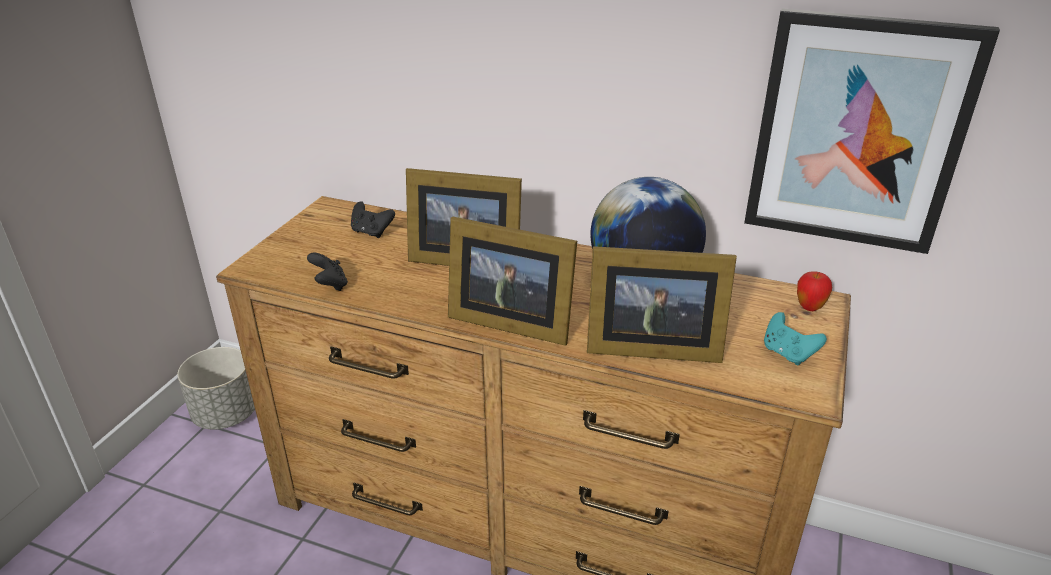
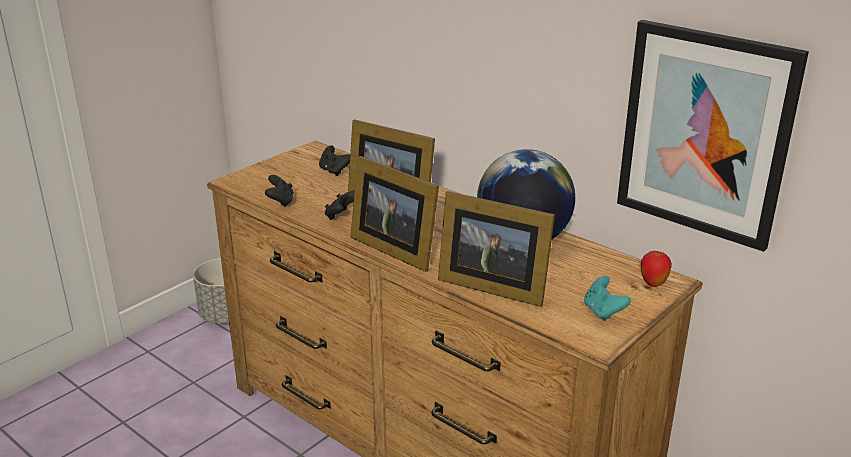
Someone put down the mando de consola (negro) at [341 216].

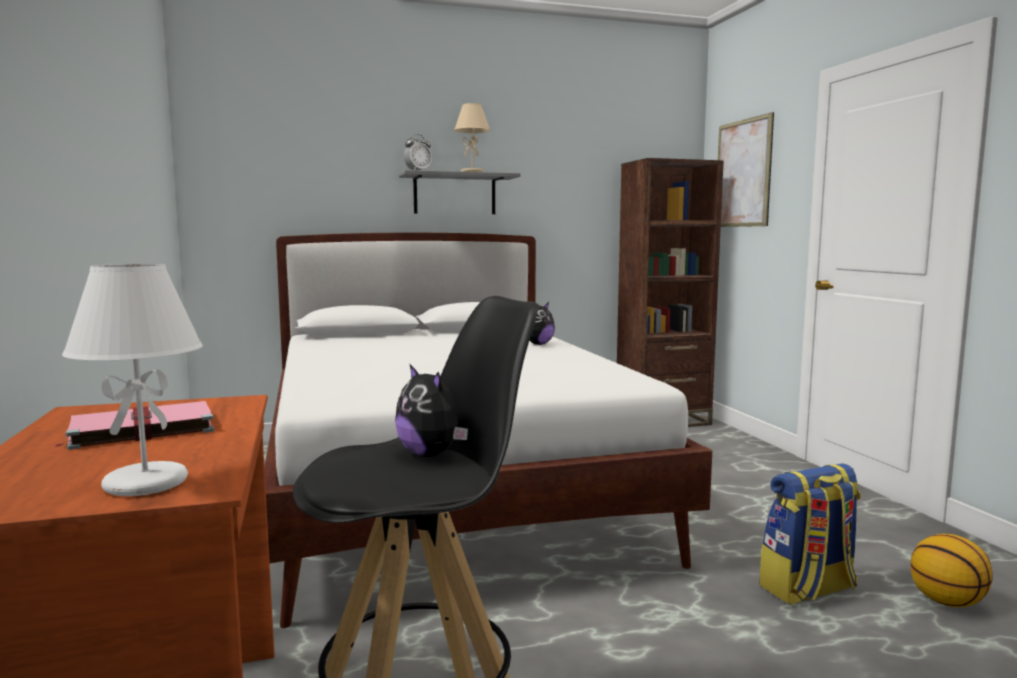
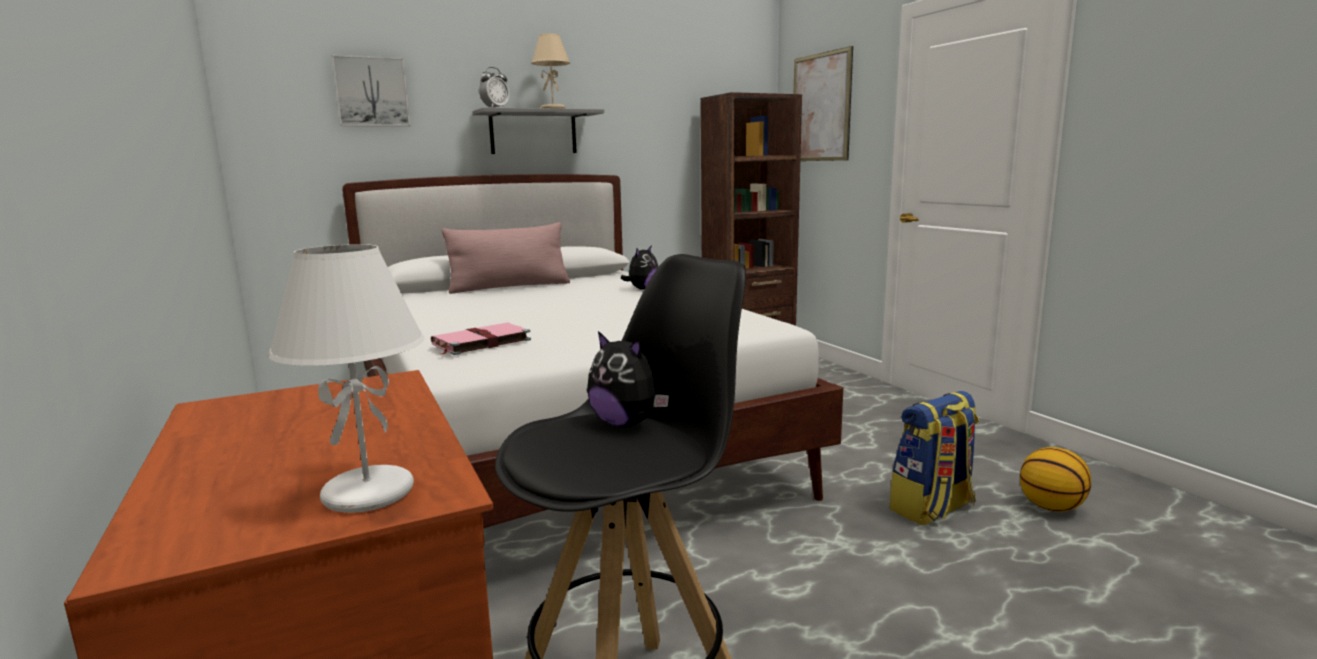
Someone put up the cuadro at [371 92]. Someone carried the libro (rosa) from [139 430] to [480 342]. Someone put down the cojín (rosa) at [509 287].

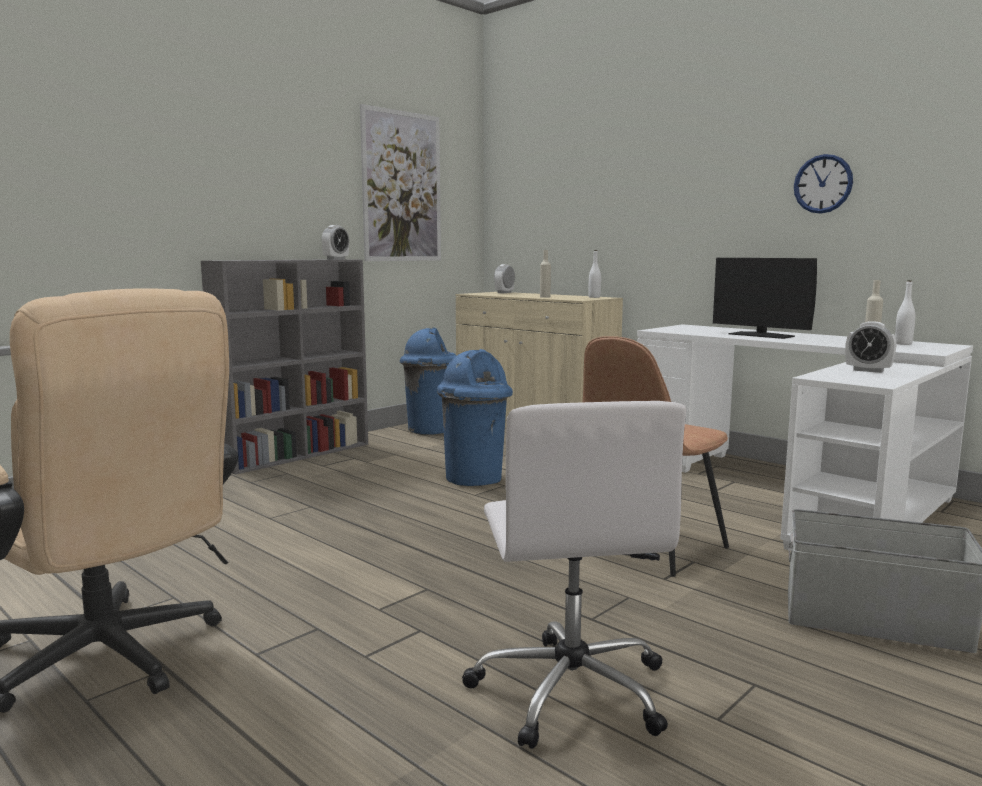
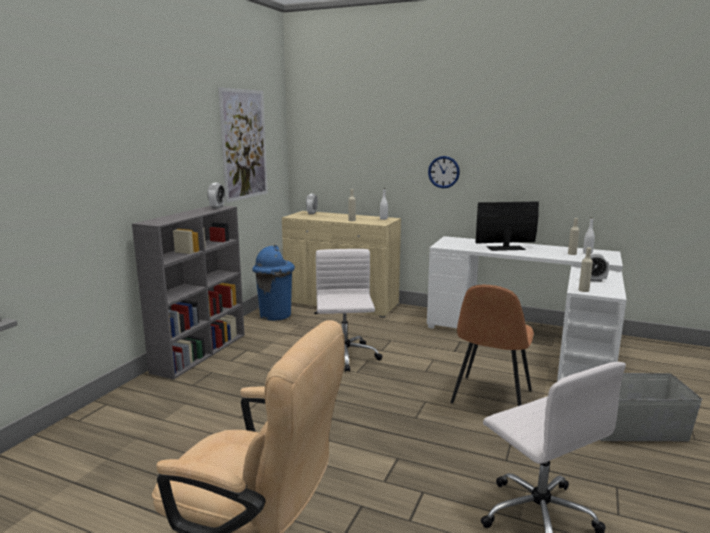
Someone swapped the papelera (azul) at [475 478] for the silla de oficina (blanco) at [344 357]. Someone carried the reloj de pared from [823 184] to [443 172]. Someone rotated the monitor at [761 335] by 150 degrees clockwise. Someone put down the botella (beis) at [583 290].

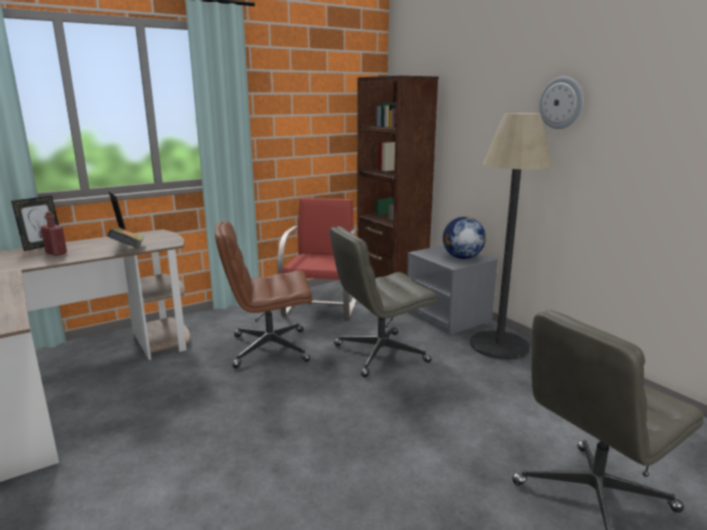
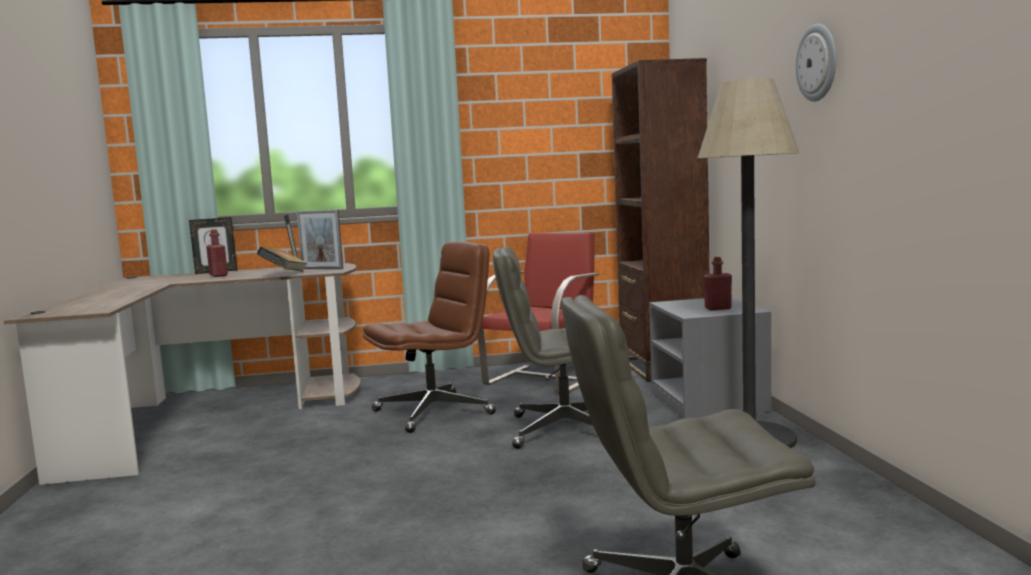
Someone put down the portarretratos at [322 269]. Someone rotated the silla de oficina (marrón) at [269 348] by 135 degrees clockwise. Someone swapped the globo terráqueo at [462 258] for the botella (rojo) at [718 308].

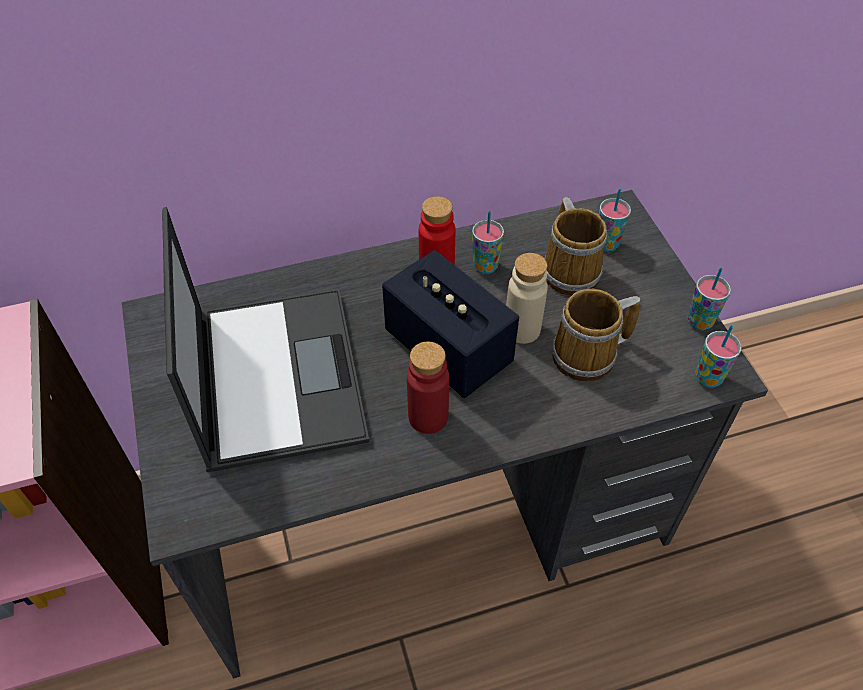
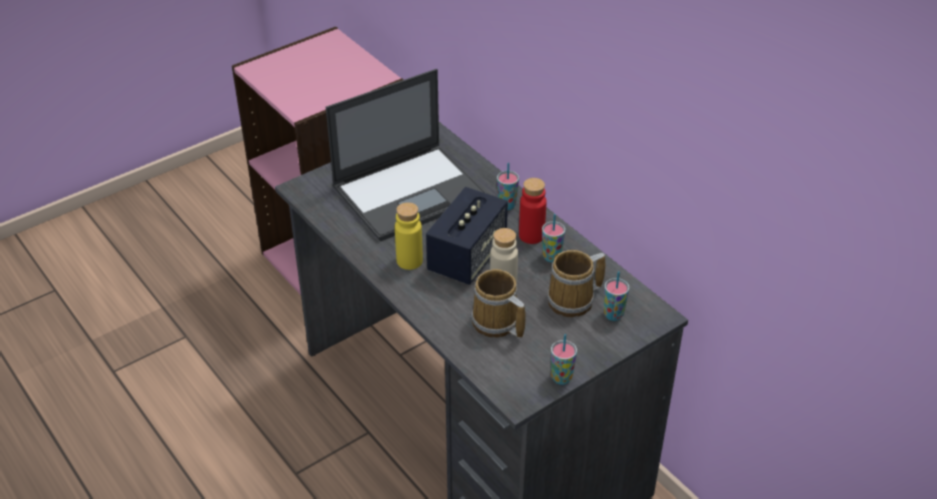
Someone repainted the botella (rojo) at [428 417], which became the botella (amarillo) at [409 261]. Someone carried the taza from [708 378] to [507 205].

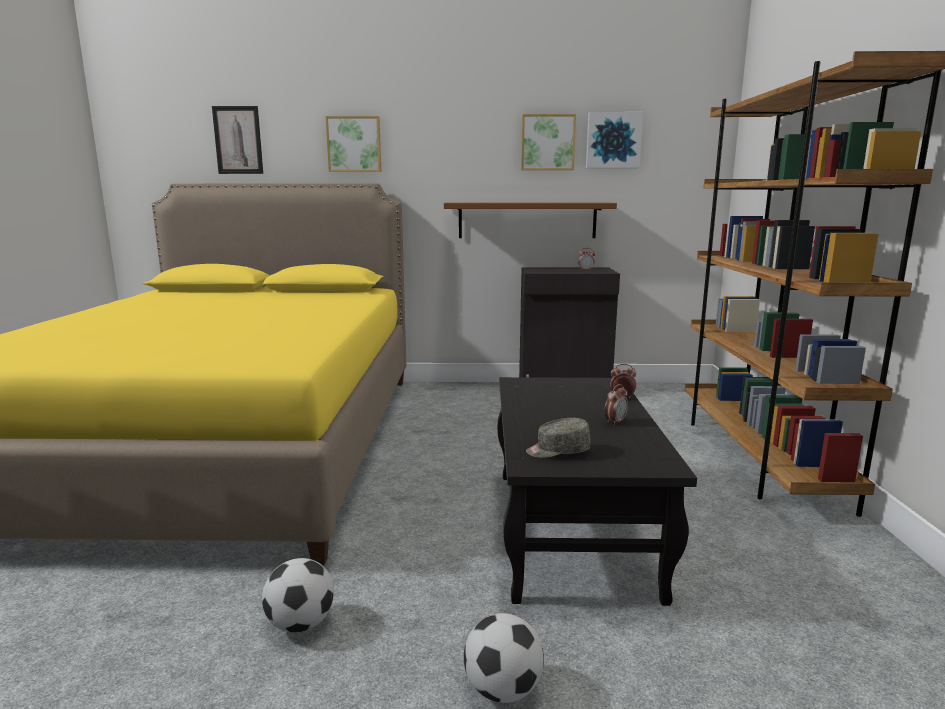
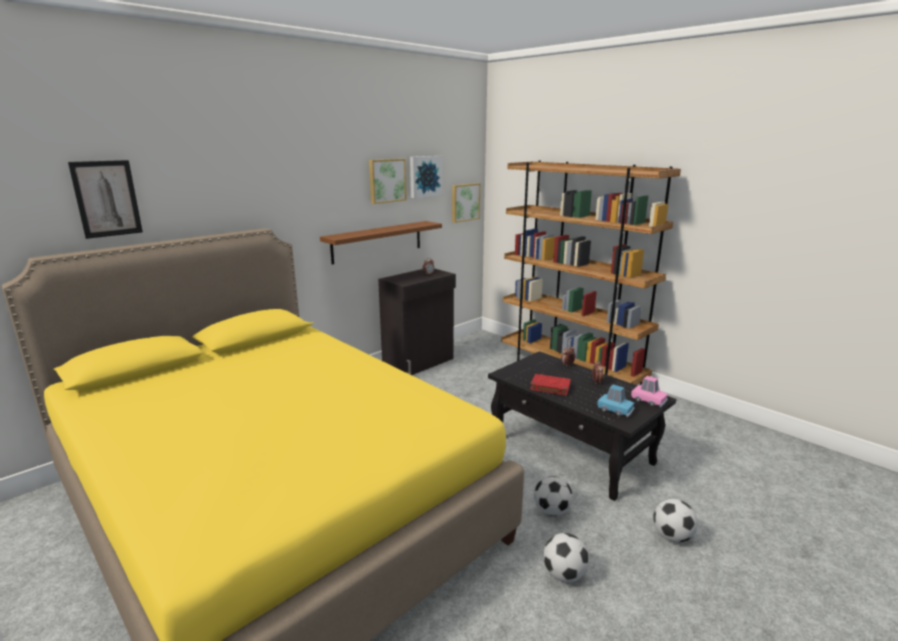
Someone carried the cuadro from [354 144] to [464 202]. Someone put down the libro (rojo) at [549 387]. Someone put down the balón de fútbol at [552 511]. Someone swapped the gorra (gris) at [557 451] for the coche de juguete (azul) at [615 410]. Someone put down the coche de juguete (rosa) at [648 400].

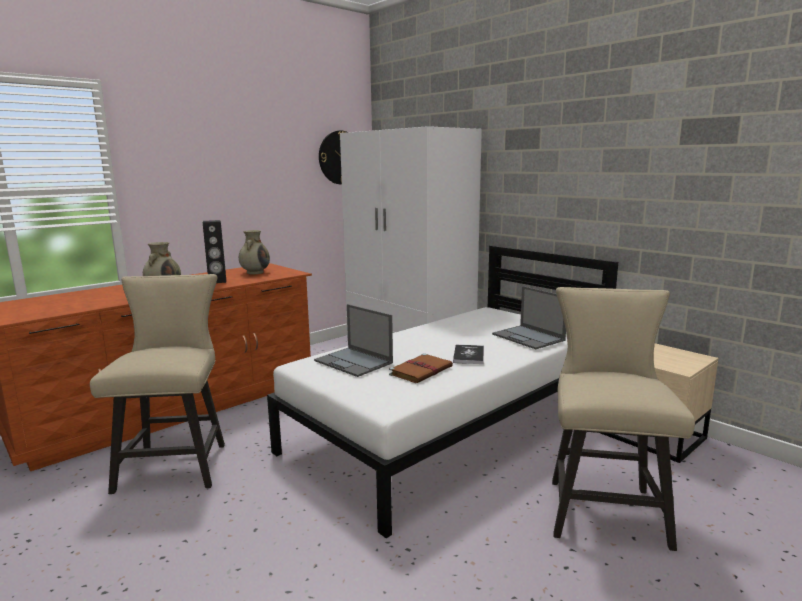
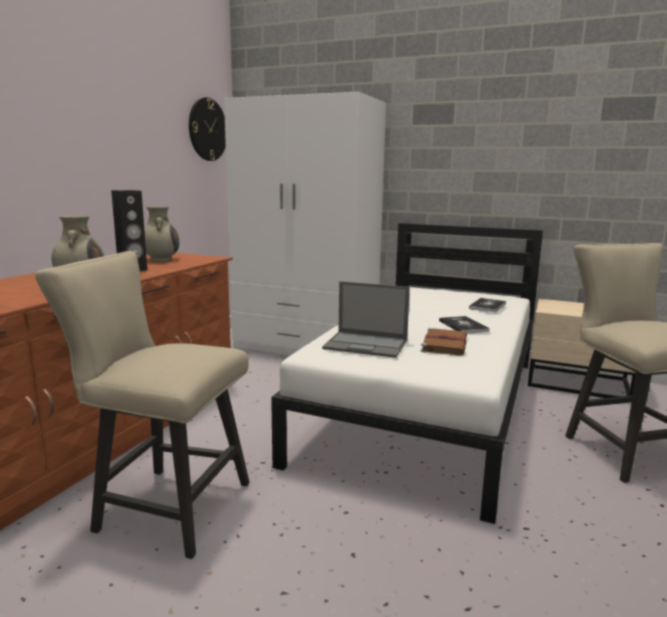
Someone rotated the silla (beis) at [176 463] by 45 degrees counterclockwise. Someone swapped the portátil at [529 337] for the libro at [487 306].

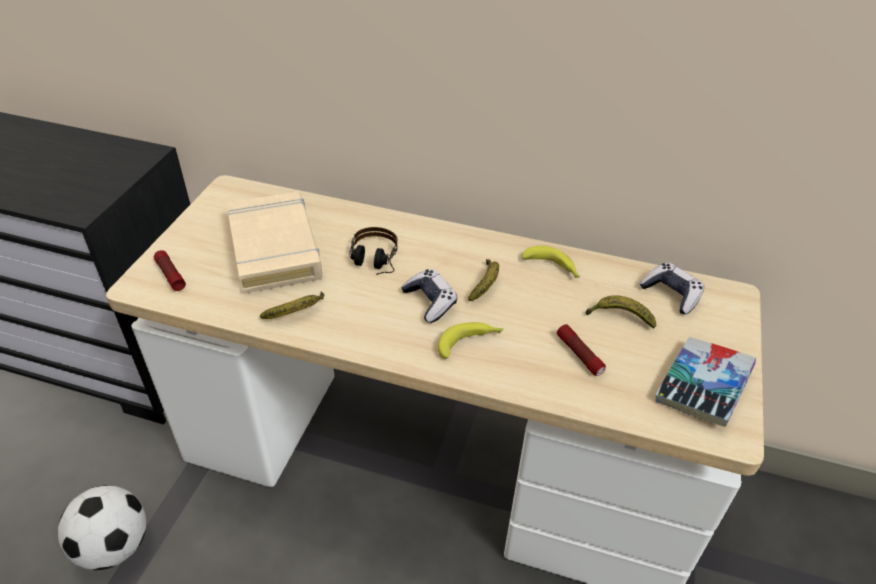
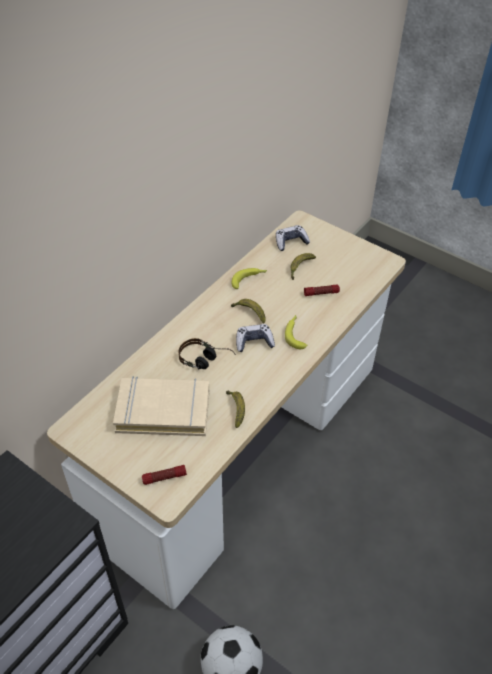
Someone took away the libro at [702 386].

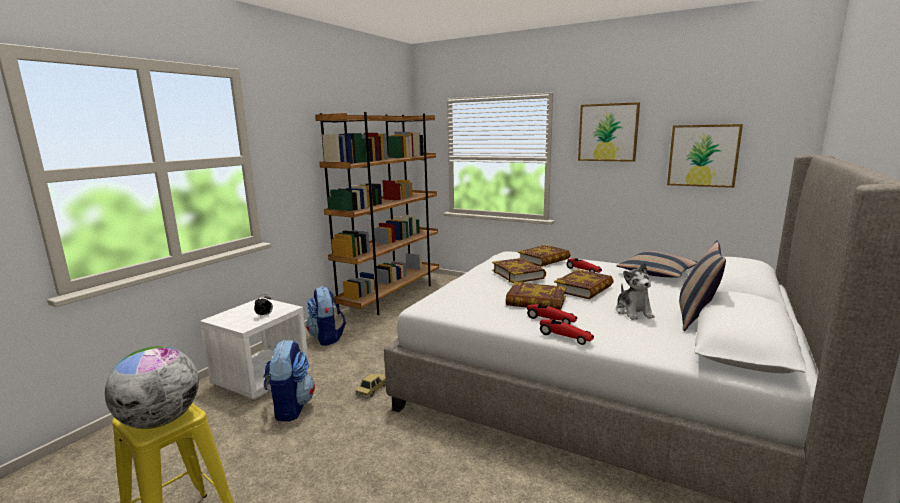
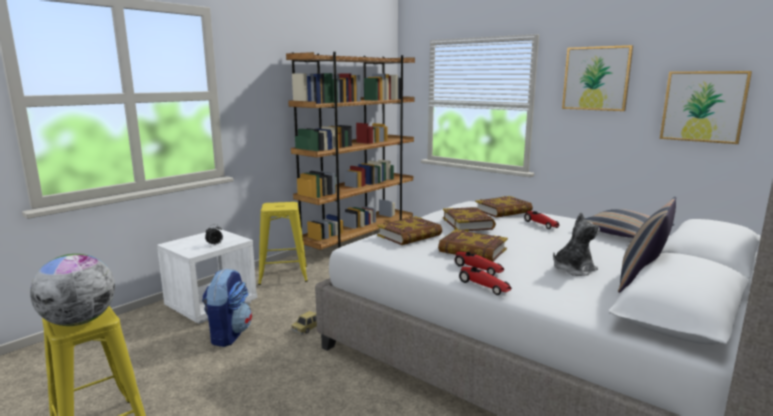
Someone swapped the mochila at [327 338] for the taburete (amarillo) at [283 275]. Someone carried the libro from [584 289] to [409 235]. Someone rotated the peluche at [633 312] by 120 degrees counterclockwise.

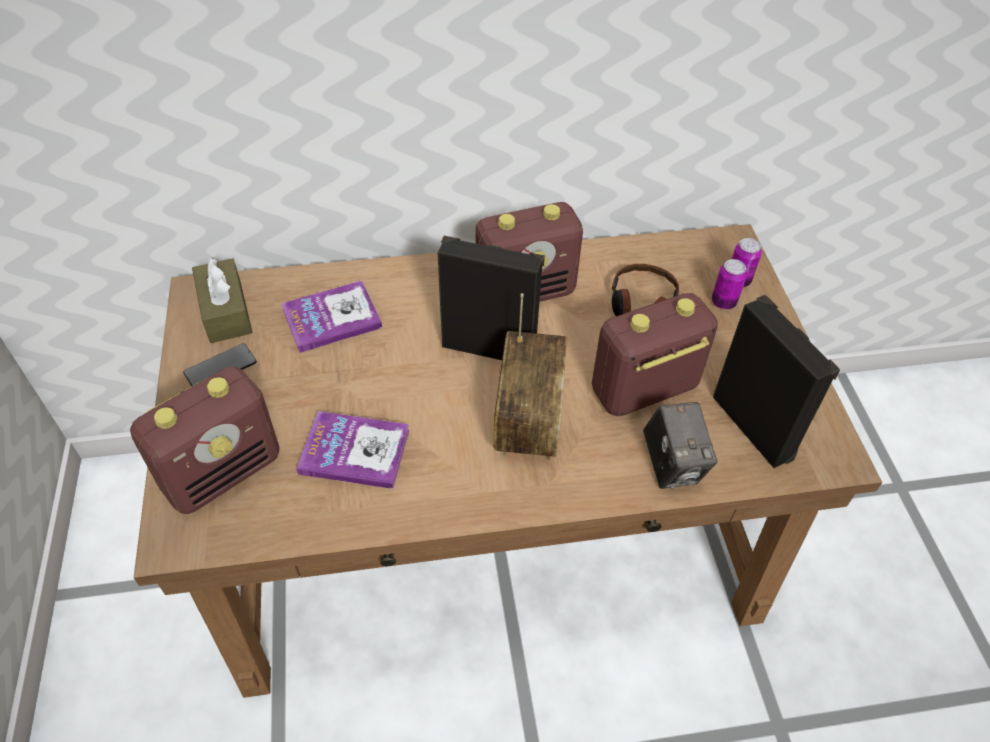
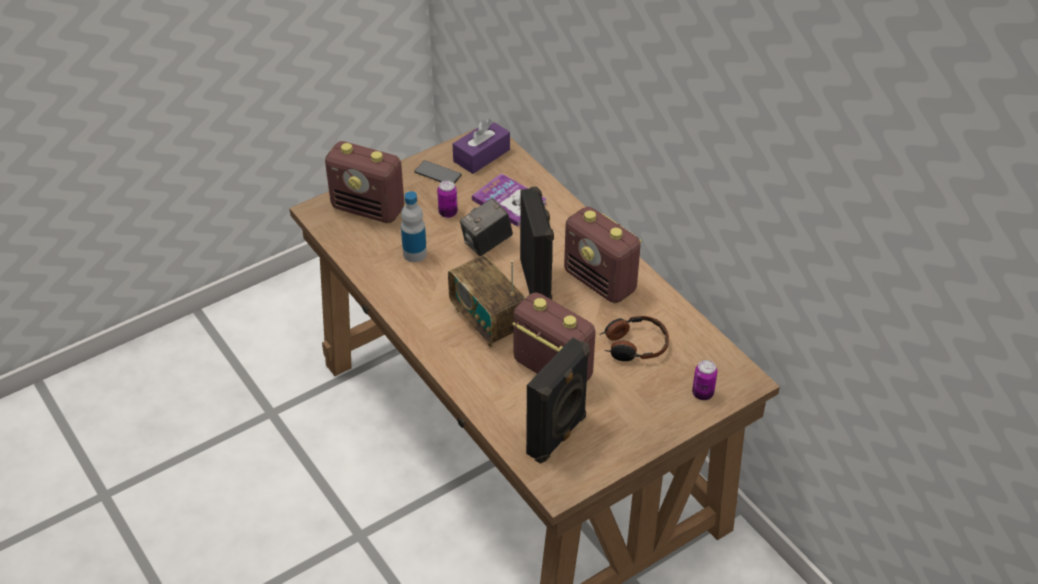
Someone swapped the libro at [354 451] for the botella at [414 254]. Someone carried the lata from [723 302] to [448 213]. Someone rotated the radio at [528 420] by 75 degrees clockwise. Someone repainted the caja de pañuelos (marrón) at [225 311], which became the caja de pañuelos (morado) at [481 155]. Someone carried the cámara from [672 465] to [486 244].

